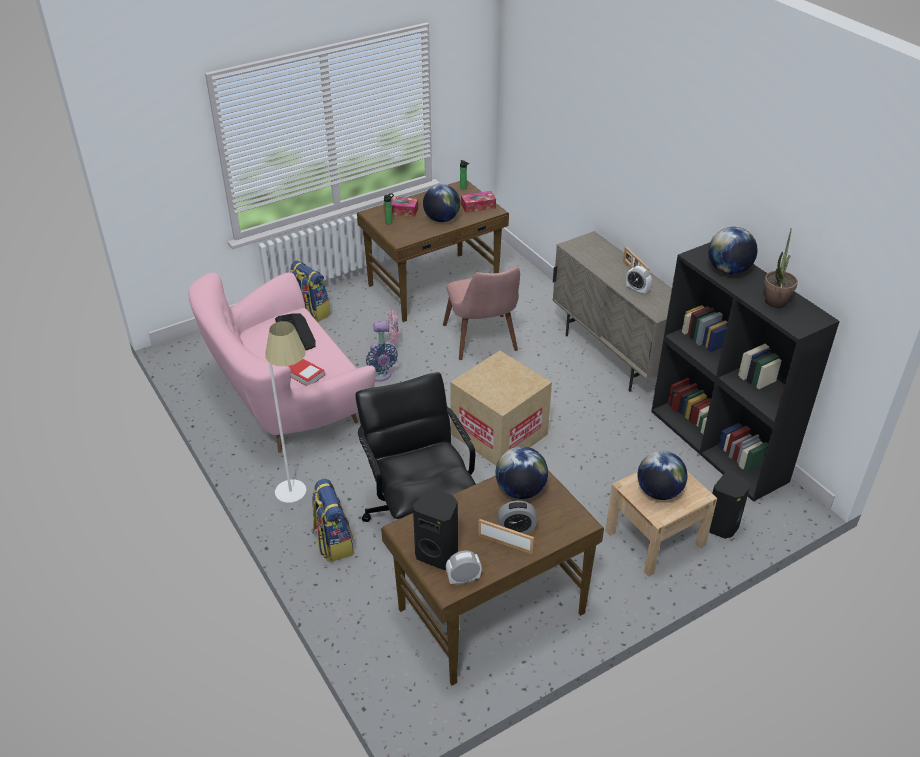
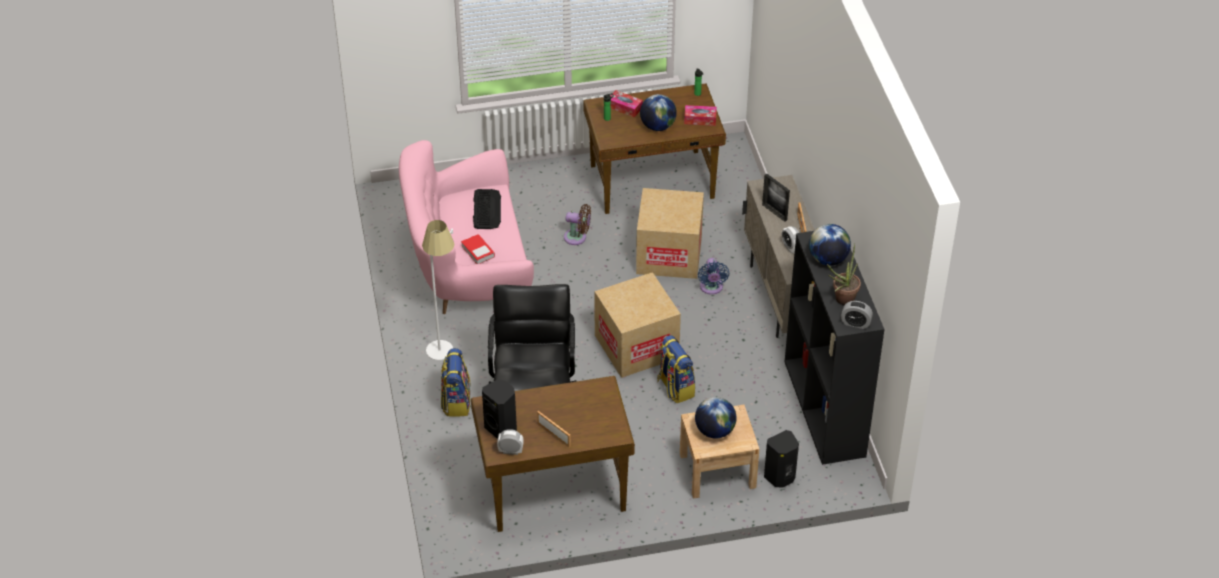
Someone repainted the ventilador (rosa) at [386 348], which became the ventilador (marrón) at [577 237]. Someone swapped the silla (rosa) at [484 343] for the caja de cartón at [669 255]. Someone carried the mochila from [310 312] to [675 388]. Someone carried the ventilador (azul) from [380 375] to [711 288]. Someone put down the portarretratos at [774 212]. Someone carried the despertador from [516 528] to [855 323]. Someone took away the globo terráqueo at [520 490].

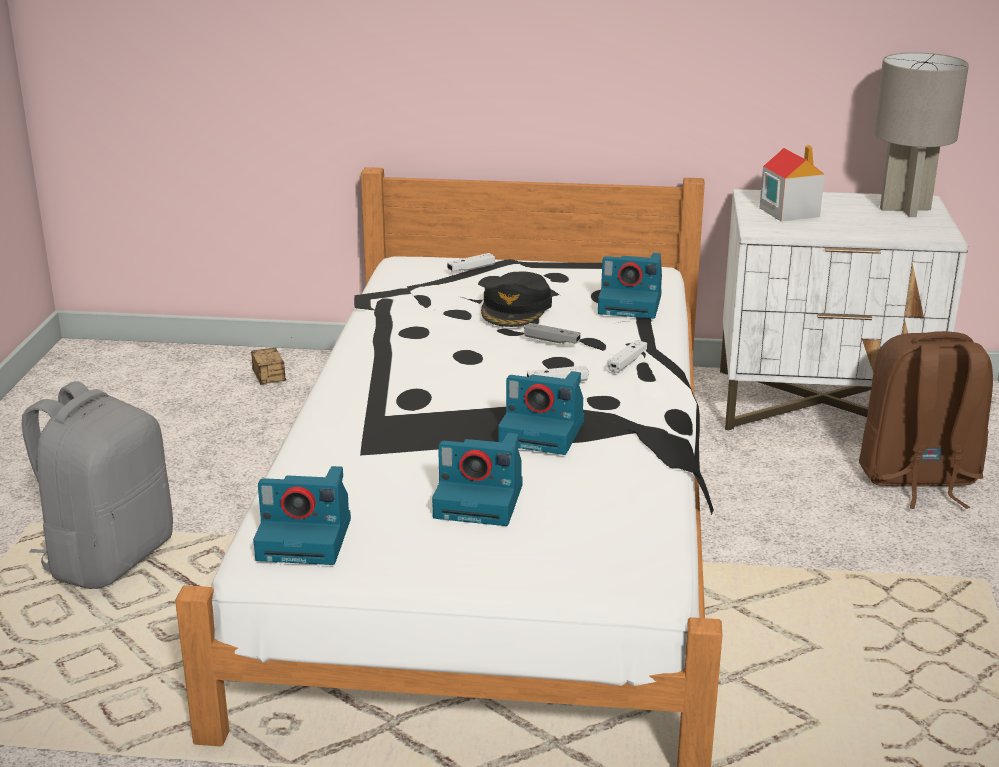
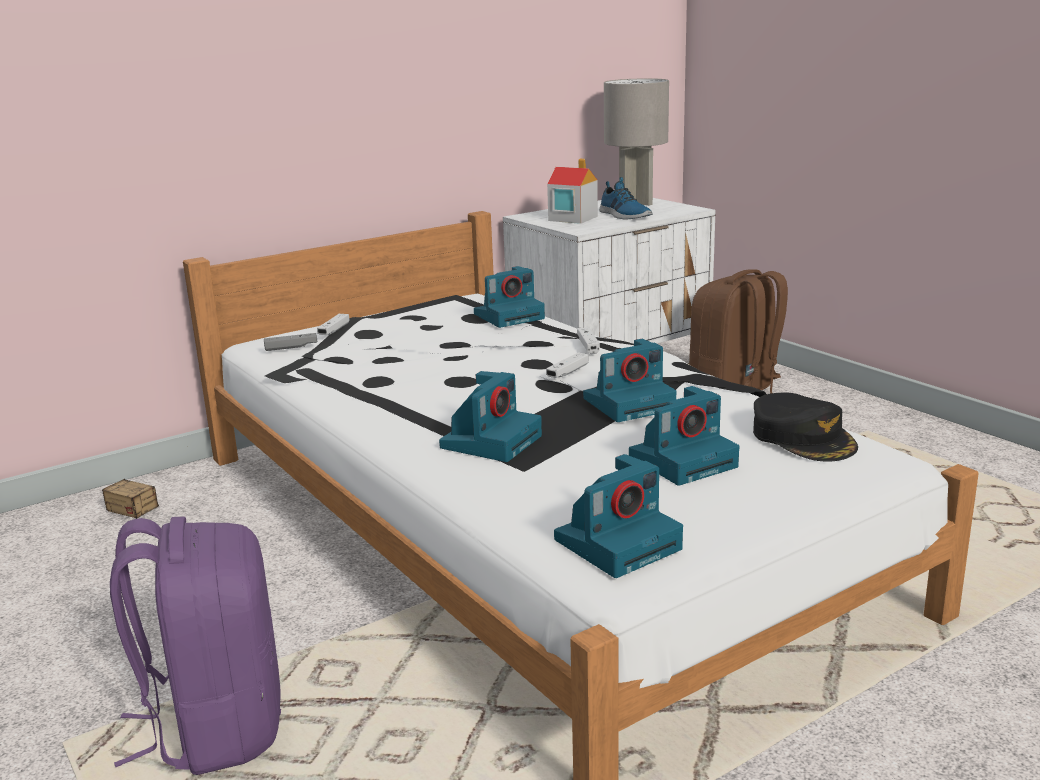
Someone repainted the mochila (gris) at [108 558], which became the mochila (morado) at [215 726]. Someone carried the mando de consola (gris) from [552 340] to [291 347]. Someone put down the cámara at [491 441]. Someone put down the zapato at [624 215]. Someone carried the gorra (negro) from [516 308] to [803 438].

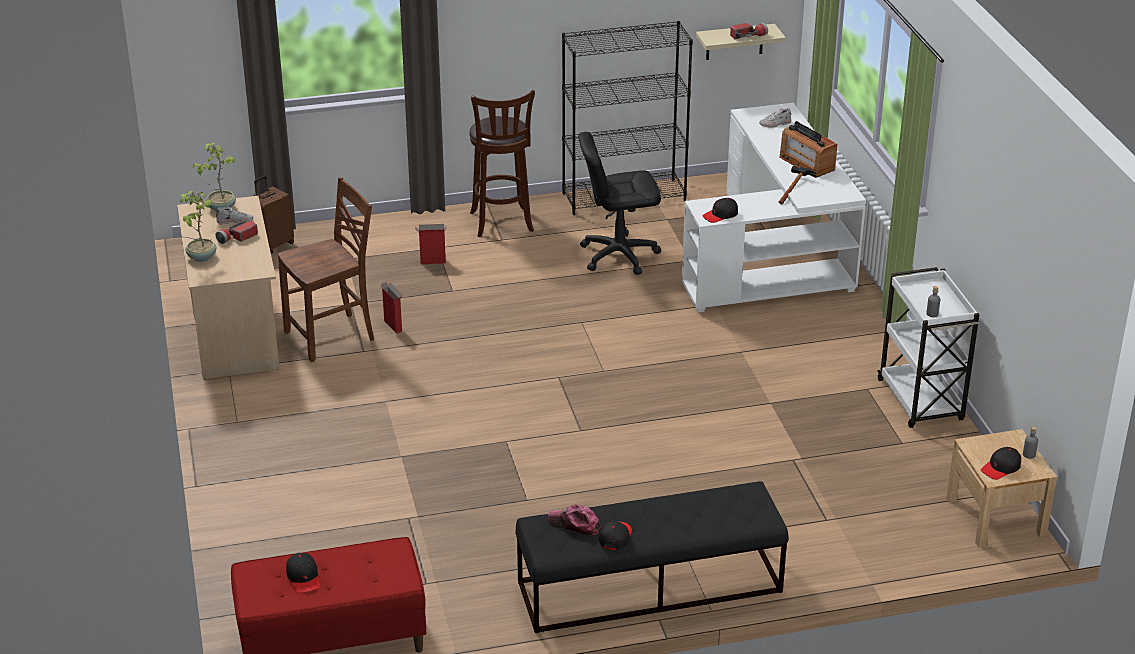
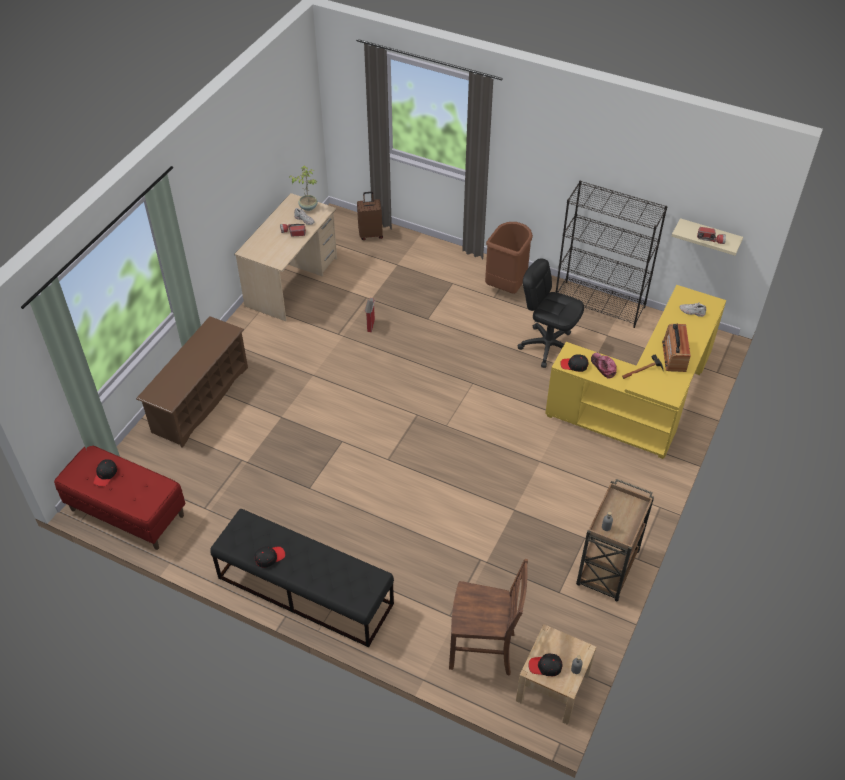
Someone put down the zapatero (marrón) at [200 399]. Someone carried the silla (marrón) from [332 337] to [483 650]. Someone swapped the taburete (marrón) at [502 224] for the papelera (marrón) at [506 285]. Someone repainted the escritorio (blanco) at [775 256], which became the escritorio (amarillo) at [643 402]. Someone repainted the carrito (blanco) at [921 401], which became the carrito (marrón) at [607 569]. Someone carried the gorra from [574 524] to [603 367]. Someone took away the planta en maceta at [201 257]. Someone took away the caja de cartón at [432 262].

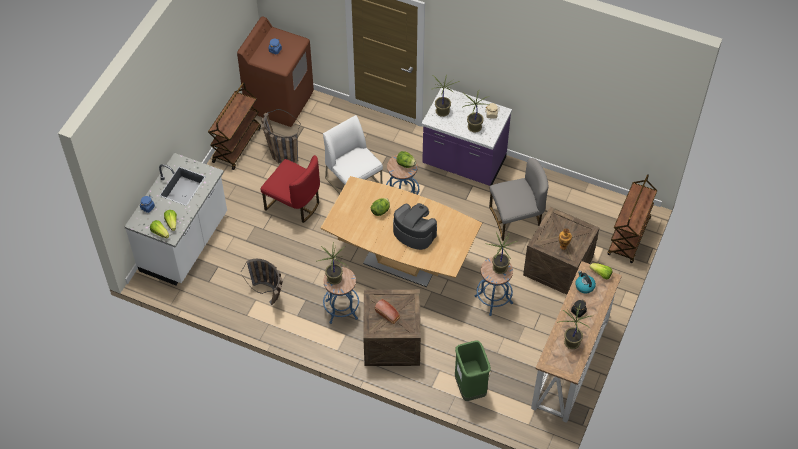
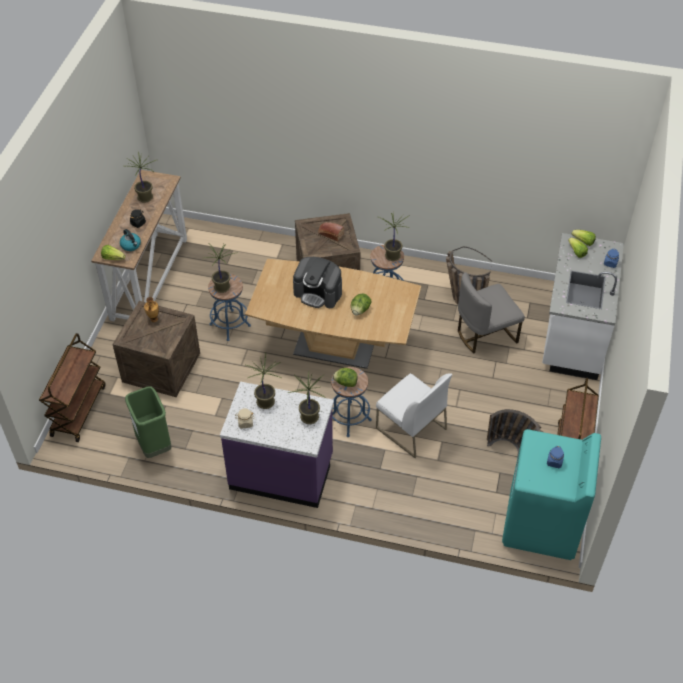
Someone carried the papelera (verde) from [470 388] to [154 445]. Someone carried the silla (gris) from [516 219] to [485 334]. Someone repainted the lavadora (marrón) at [279 101], which became the lavadora (turquesa) at [541 524]. Someone took away the silla (rojo) at [294 204].

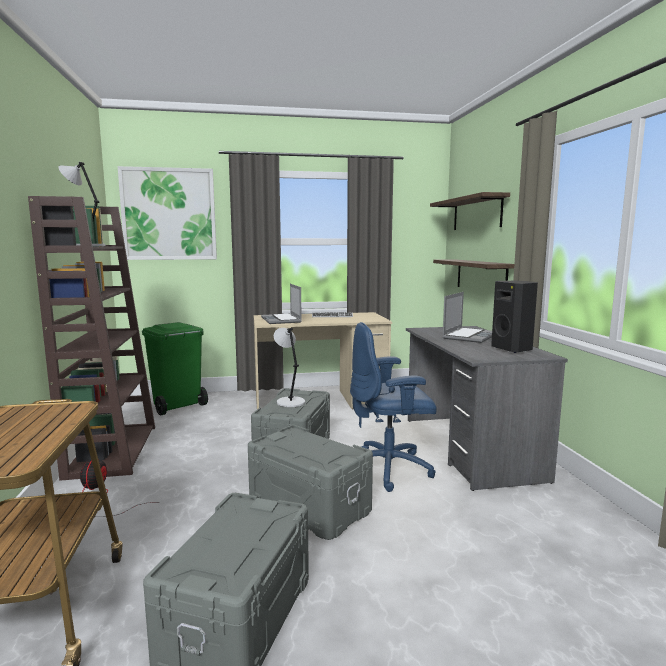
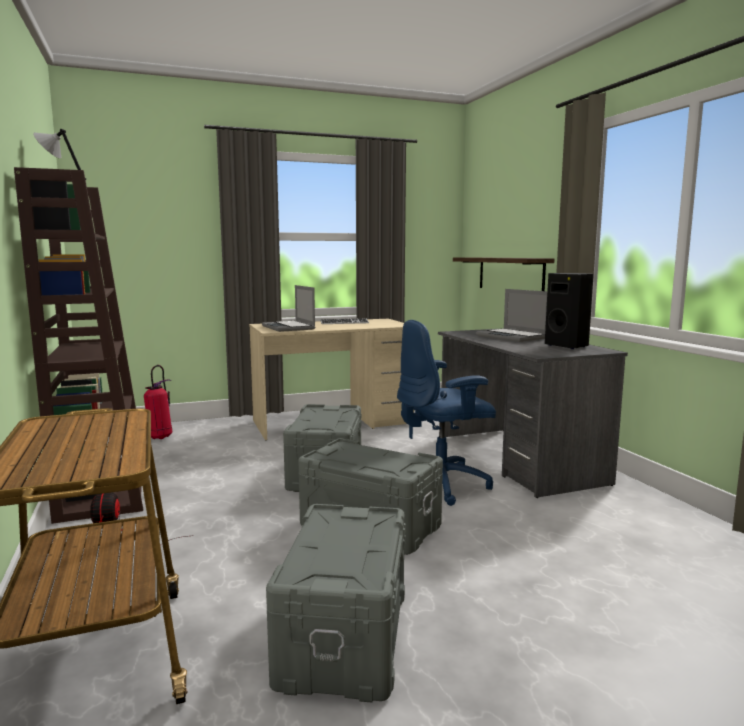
Someone swapped the papelera (verde) at [177 407] for the extintor at [160 437]. Someone rotated the portátil at [469 336] by 120 degrees clockwise. Someone took away the cuadro at [169 214]. Someone took away the lámpara de mesa (gris) at [290 402]. Someone took away the estante at [476 213].

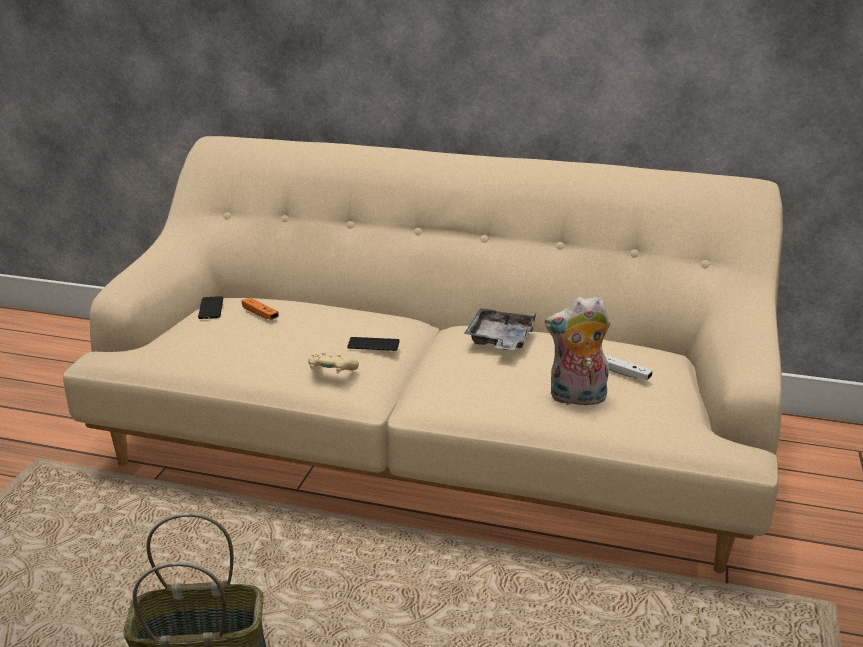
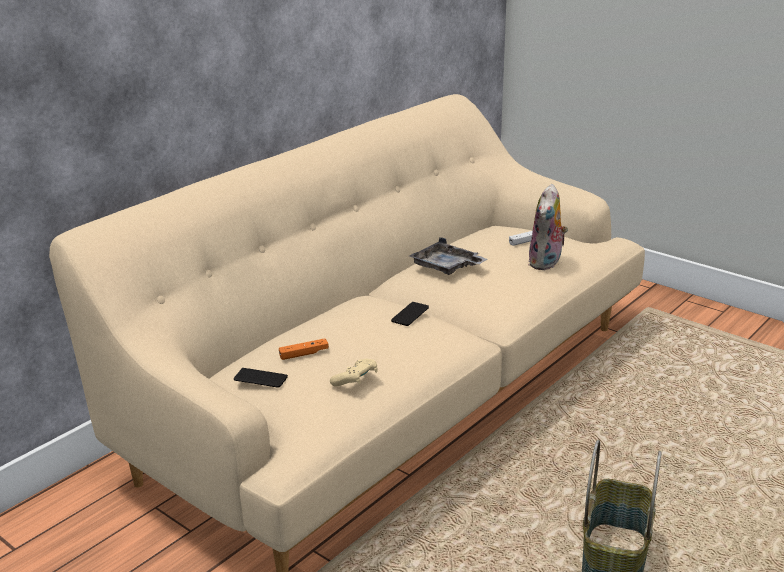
Someone carried the mando de consola (beis) from [331 372] to [356 381].

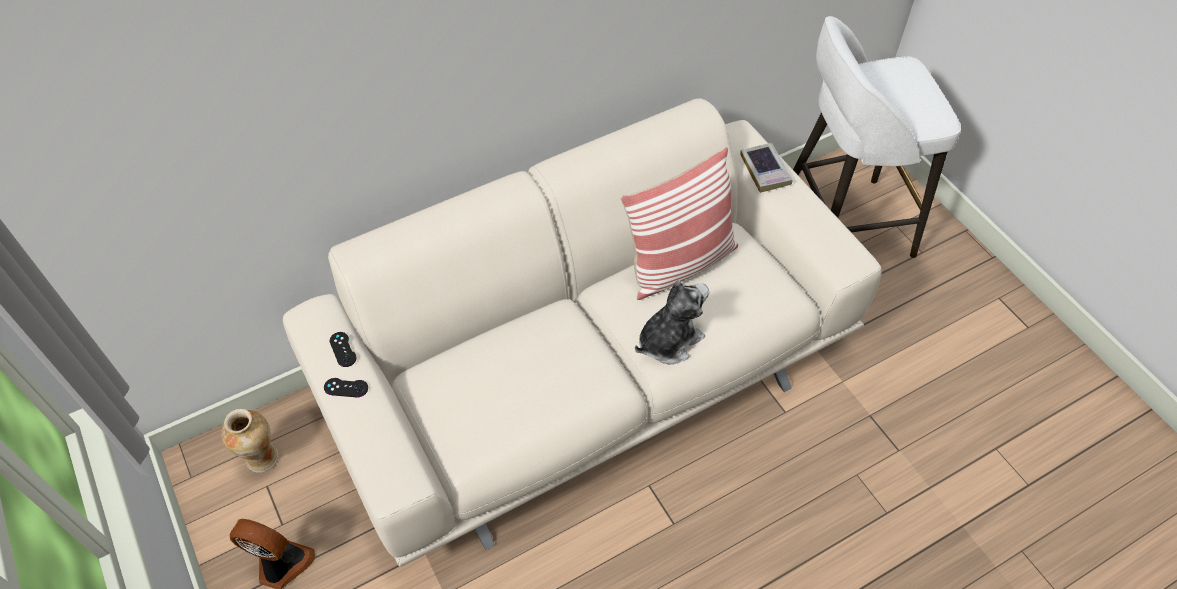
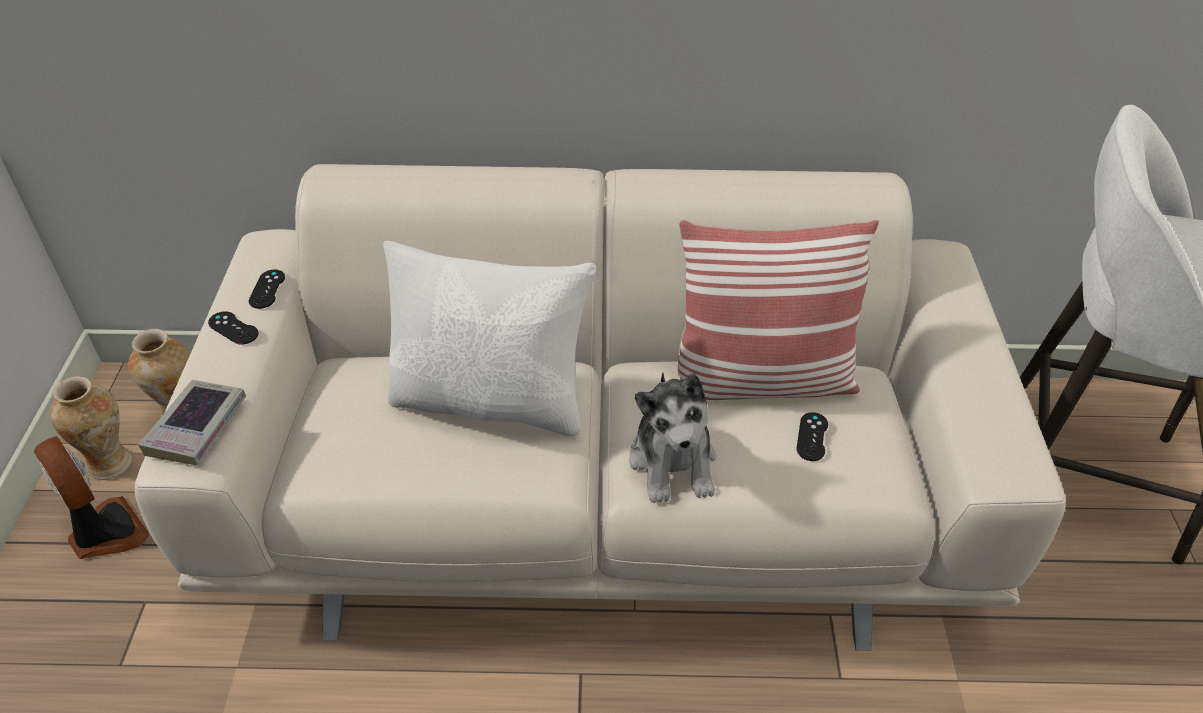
Someone put down the florero at [111 464]. Someone carried the libro from [765 170] to [197 427]. Someone put down the cojín (blanco) at [491 401]. Someone rotated the peluche at [668 340] by 90 degrees clockwise. Someone put down the mando de consola (negro) at [812 437].

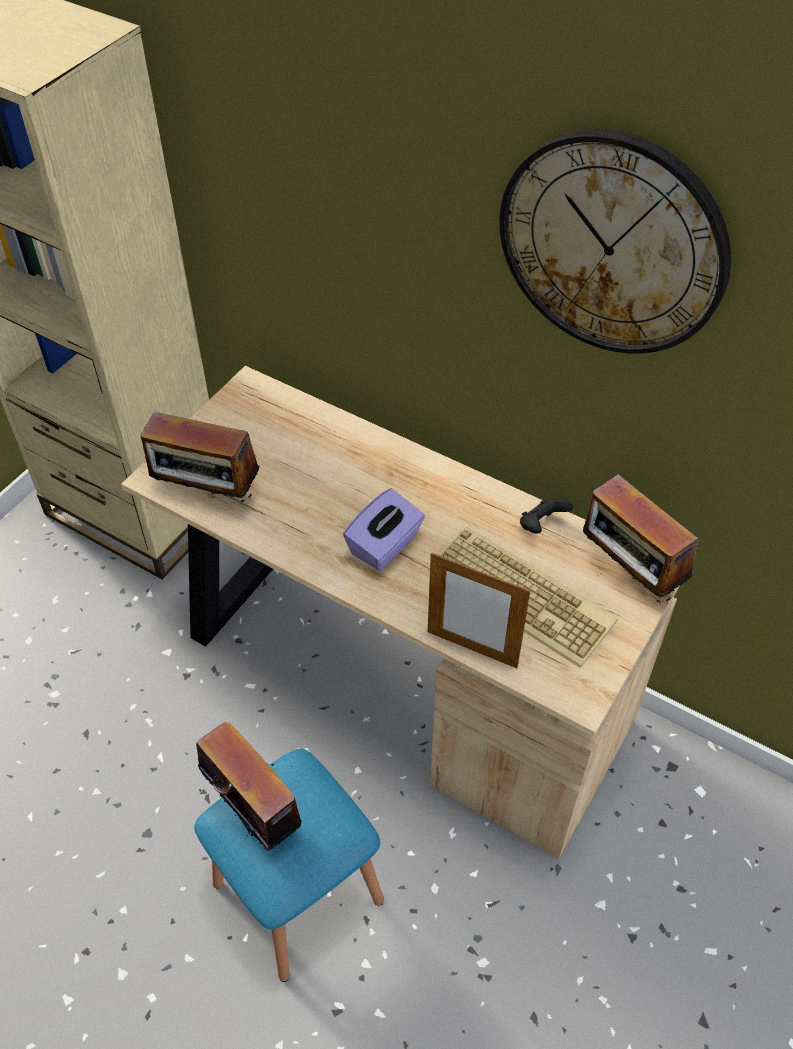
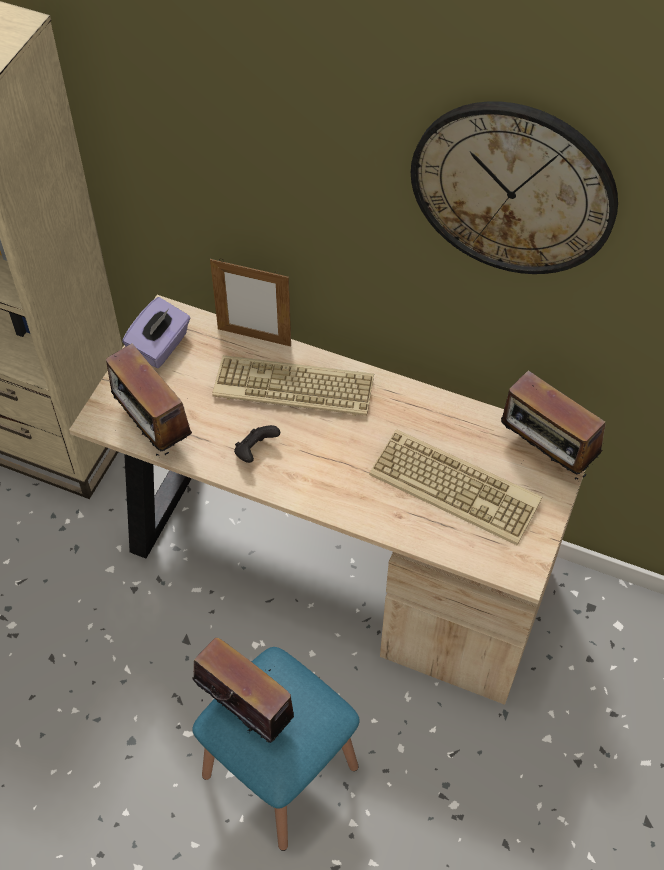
Someone rotated the radio at [207 495] by 45 degrees clockwise. Someone carried the caja de pañuelos (morado) from [385 546] to [160 346]. Someone carried the portarretratos from [472 649] to [254 337]. Someone put down the teclado at [292 389]. Someone carried the mando de consola (negro) from [541 526] to [255 451].

